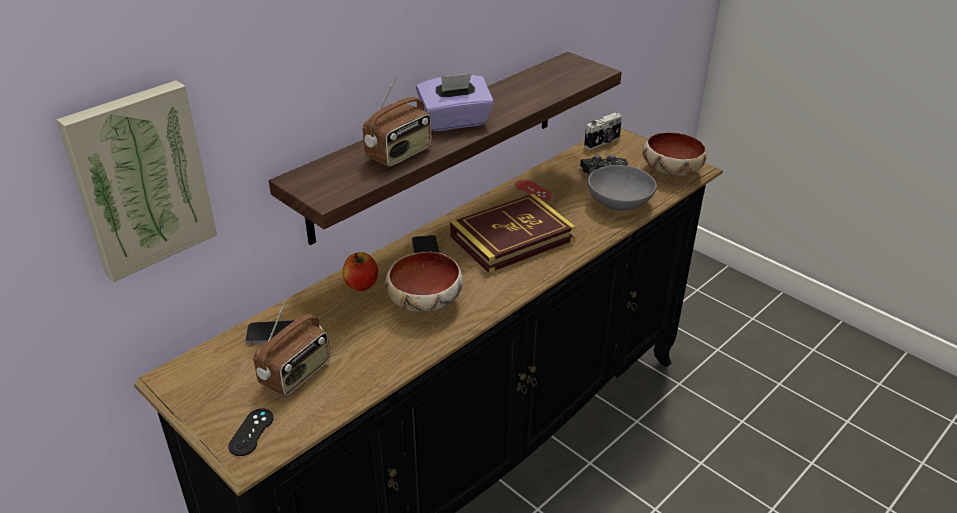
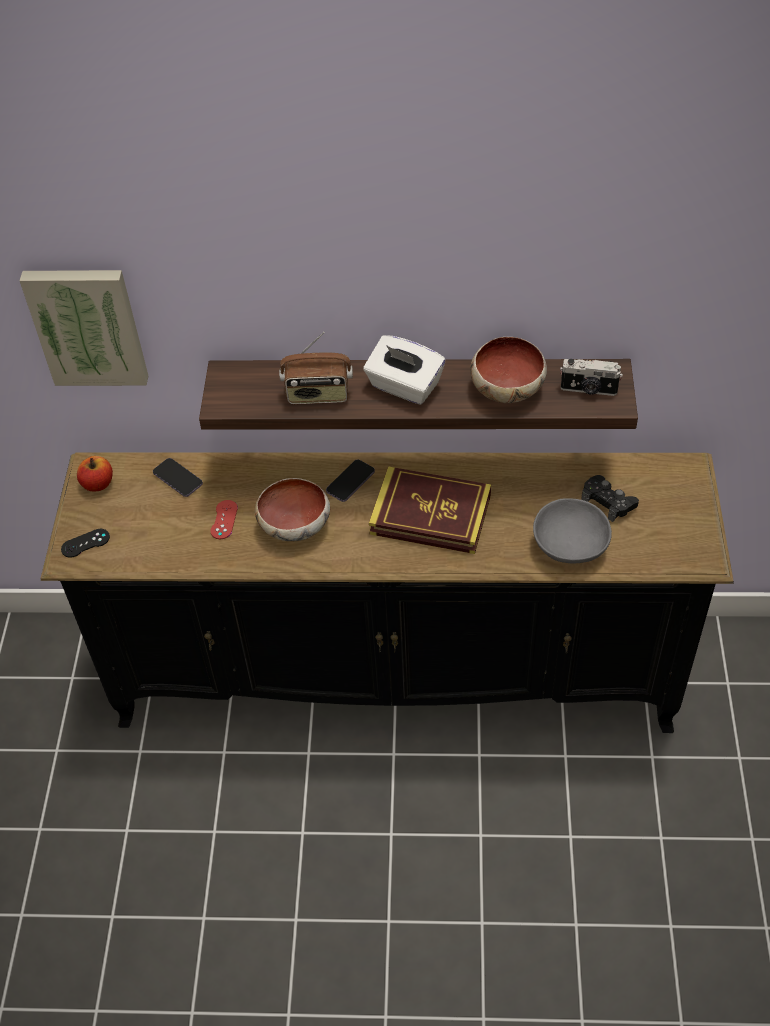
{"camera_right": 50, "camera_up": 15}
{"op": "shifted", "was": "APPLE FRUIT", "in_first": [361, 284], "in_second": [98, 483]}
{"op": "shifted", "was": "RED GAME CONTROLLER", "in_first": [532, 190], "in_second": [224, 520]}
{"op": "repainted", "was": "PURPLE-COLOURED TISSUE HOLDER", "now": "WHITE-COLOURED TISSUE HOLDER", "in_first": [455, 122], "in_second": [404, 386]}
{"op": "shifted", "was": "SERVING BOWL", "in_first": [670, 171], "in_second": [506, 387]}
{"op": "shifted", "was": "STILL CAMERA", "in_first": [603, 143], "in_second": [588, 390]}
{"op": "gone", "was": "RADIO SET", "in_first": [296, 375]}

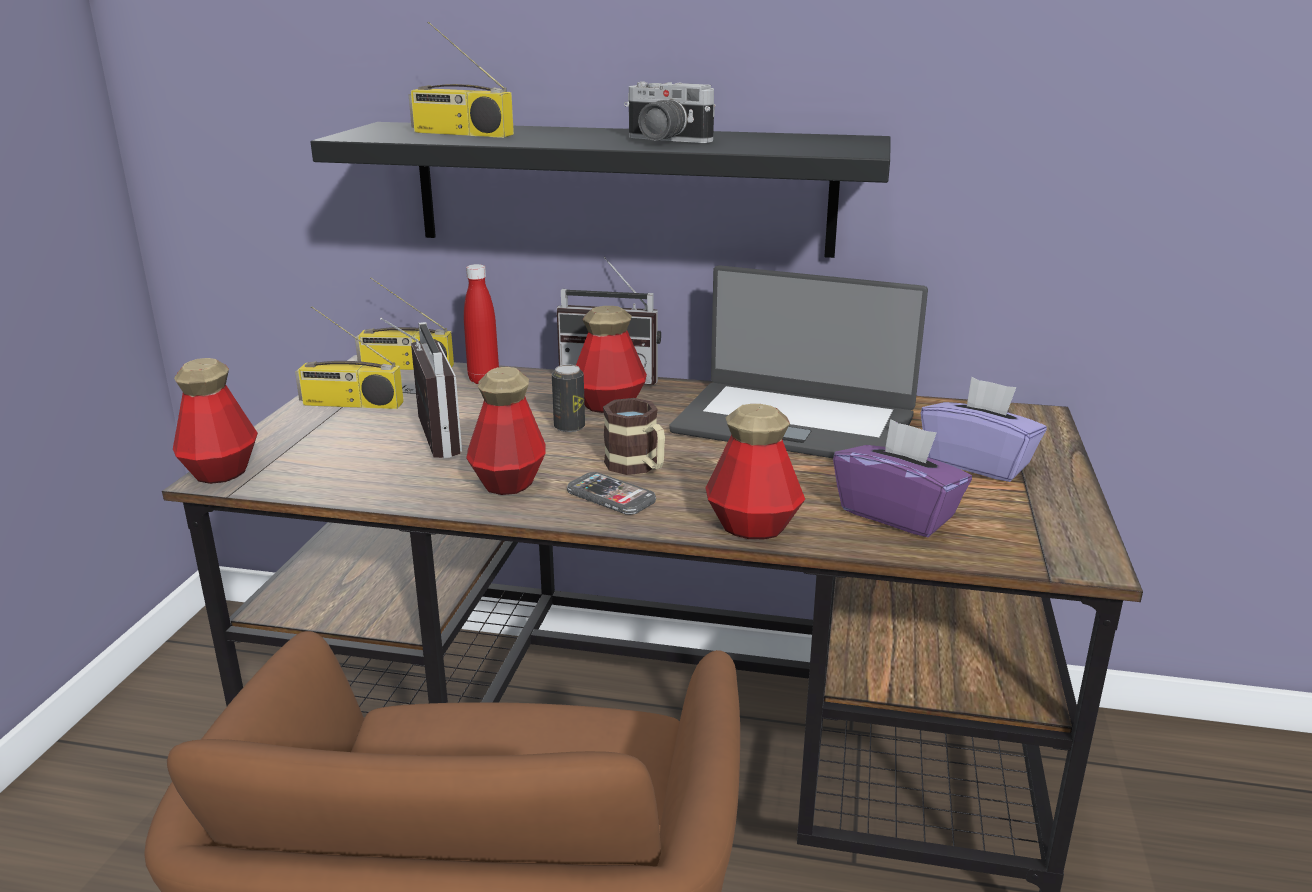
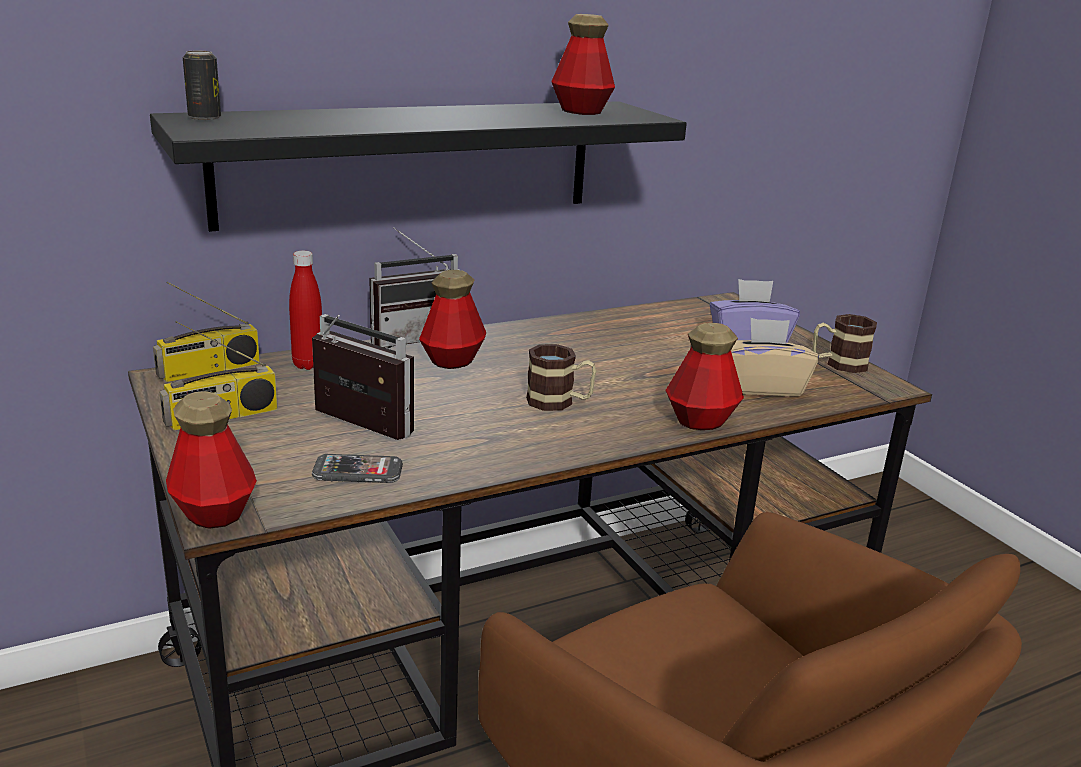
{"camera_right": -40, "camera_up": 0}
{"op": "shifted", "was": "CAN", "in_first": [569, 427], "in_second": [204, 118]}
{"op": "shifted", "was": "PHONE", "in_first": [611, 496], "in_second": [357, 472]}
{"op": "shifted", "was": "BEVERAGE BOTTLE", "in_first": [508, 482], "in_second": [581, 111]}
{"op": "repainted", "was": "PURPLE-COLOURED TISSUE HOLDER", "now": "BEIGE TISSUE HOLDER", "in_first": [897, 514], "in_second": [761, 386]}
{"op": "new", "now": "MUG", "in_second": [838, 364]}
{"op": "gone", "was": "RADIO SET", "in_first": [460, 134]}
{"op": "gone", "was": "STILL CAMERA", "in_first": [662, 141]}
{"op": "gone", "was": "PORTABLE COMPUTER", "in_first": [794, 423]}

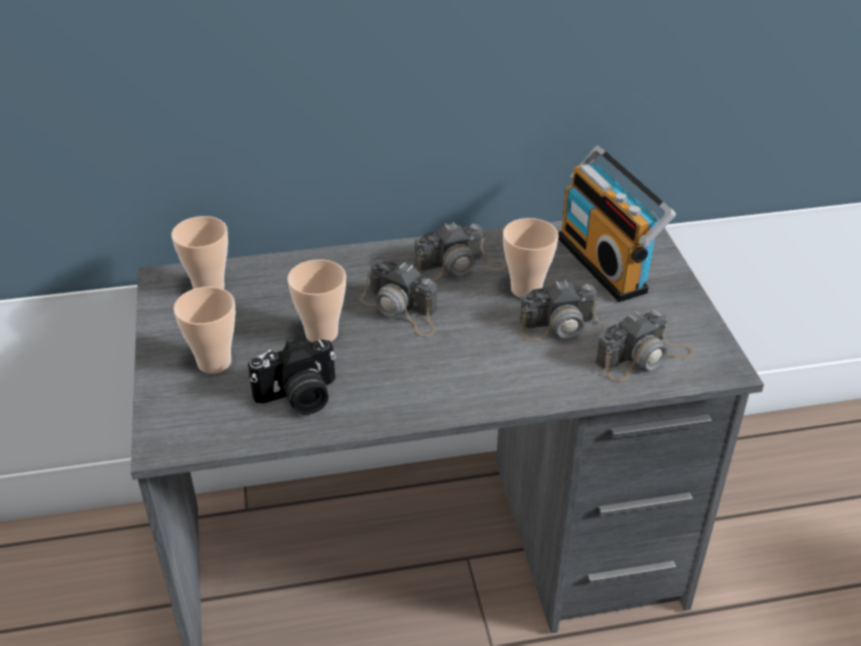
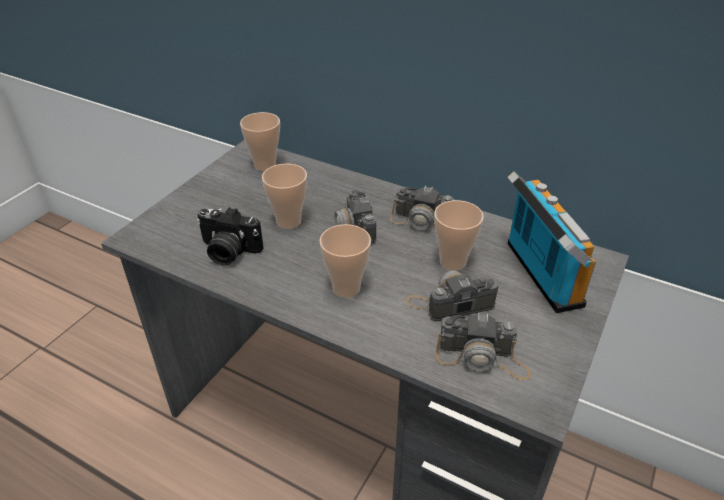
{"camera_right": 40, "camera_up": 0}
{"op": "shifted", "was": "CUP", "in_first": [214, 362], "in_second": [346, 288]}
{"op": "rotated", "was": "STILL CAMERA", "in_first": [567, 327], "in_second": [450, 303], "clockwise": 135}
{"op": "rotated", "was": "RADIO SET", "in_first": [606, 263], "in_second": [538, 274], "clockwise": 150}

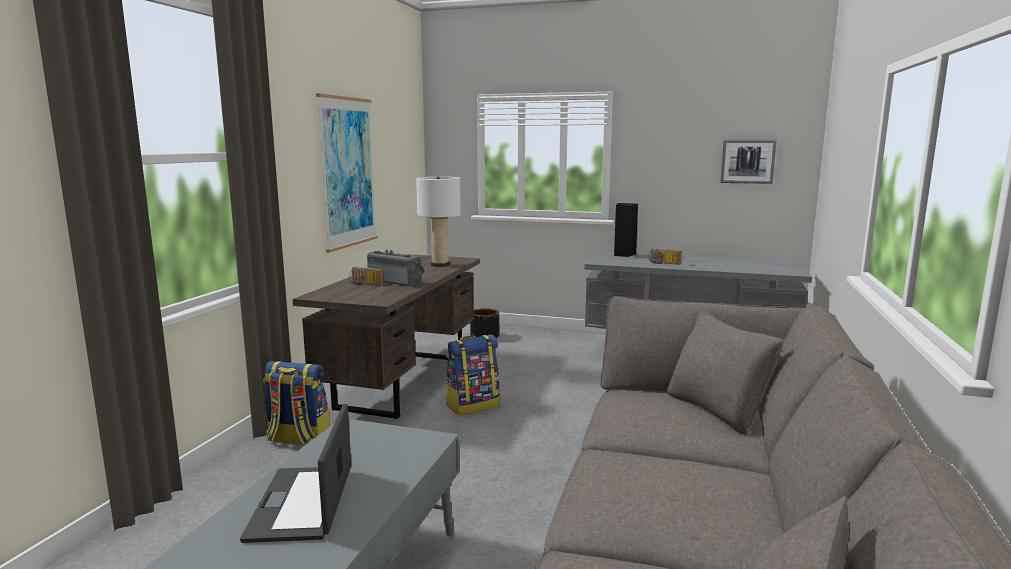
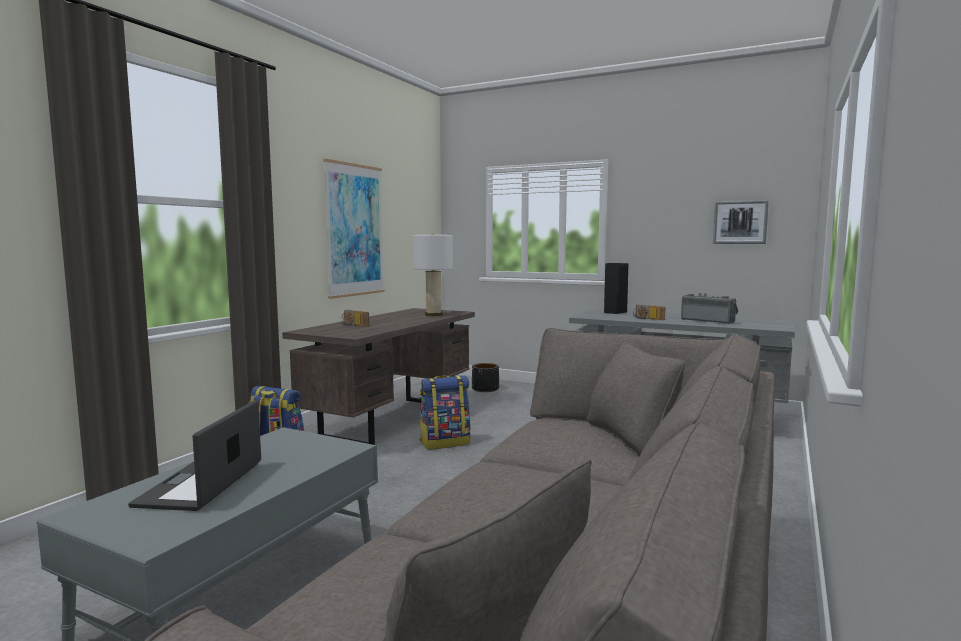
{"camera_right": 10, "camera_up": -5}
{"op": "shifted", "was": "RADIO SET", "in_first": [396, 281], "in_second": [708, 321]}

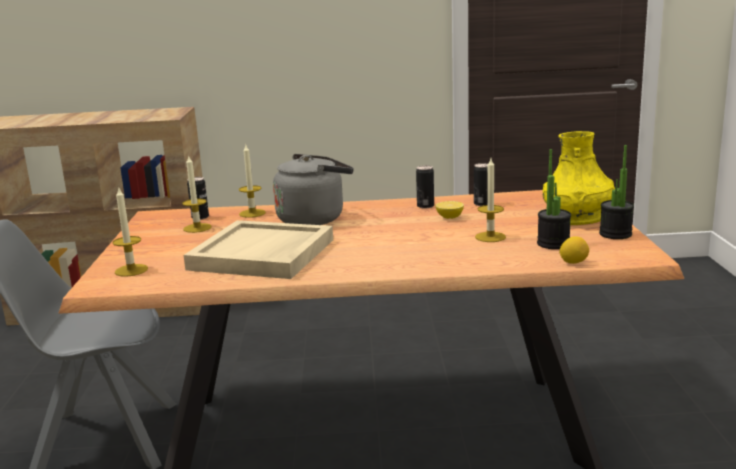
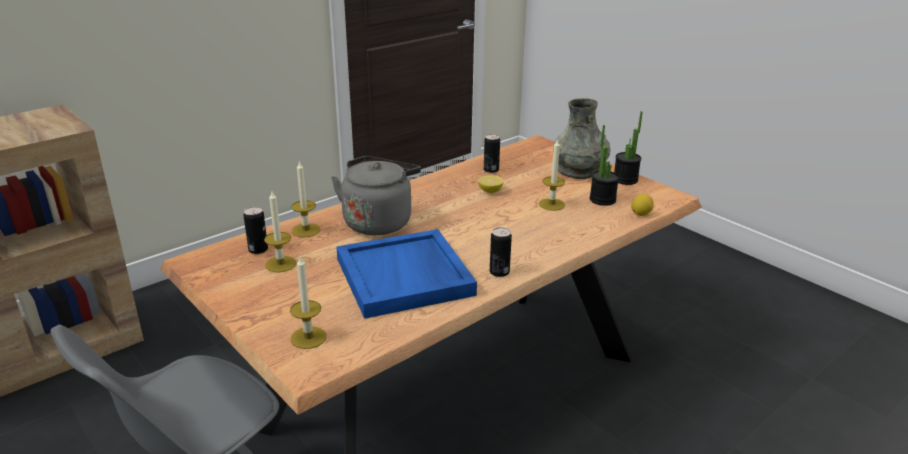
{"camera_right": -40, "camera_up": 10}
{"op": "repainted", "was": "BEIGE CARRYING TRAY", "now": "BLUISH CARRYING TRAY", "in_first": [263, 255], "in_second": [405, 277]}
{"op": "shifted", "was": "CAN", "in_first": [425, 206], "in_second": [499, 272]}
{"op": "repainted", "was": "YELLOW-COLOURED FLOWER VASE", "now": "GREYISH FLOWER VASE", "in_first": [577, 218], "in_second": [579, 169]}

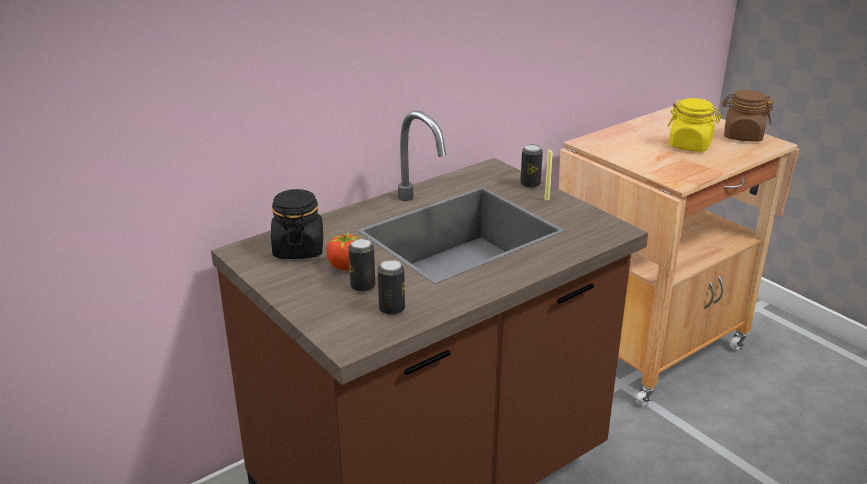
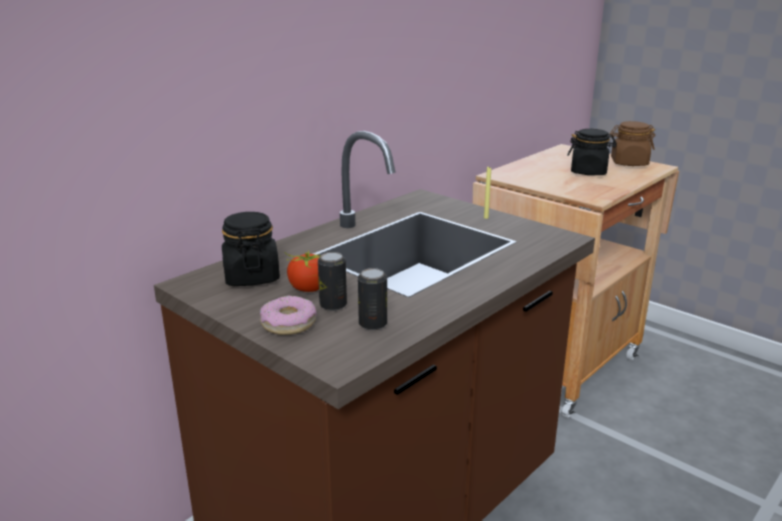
{"camera_right": -10, "camera_up": -5}
{"op": "new", "now": "DONUT", "in_second": [288, 323]}
{"op": "repainted", "was": "YELLOW-COLOURED JAR", "now": "BLACKISH JAR", "in_first": [690, 145], "in_second": [589, 172]}
{"op": "gone", "was": "CAN", "in_first": [530, 184]}

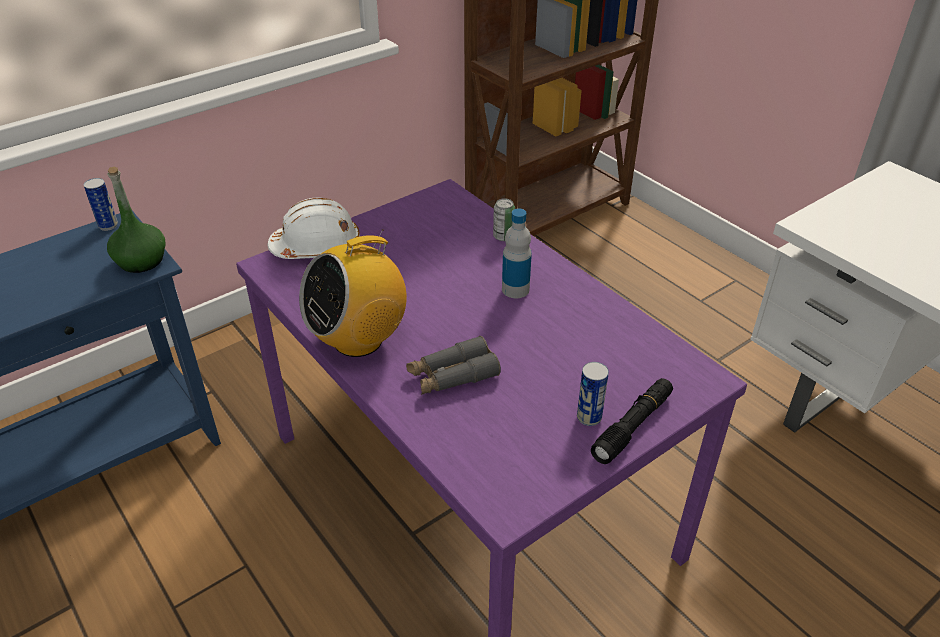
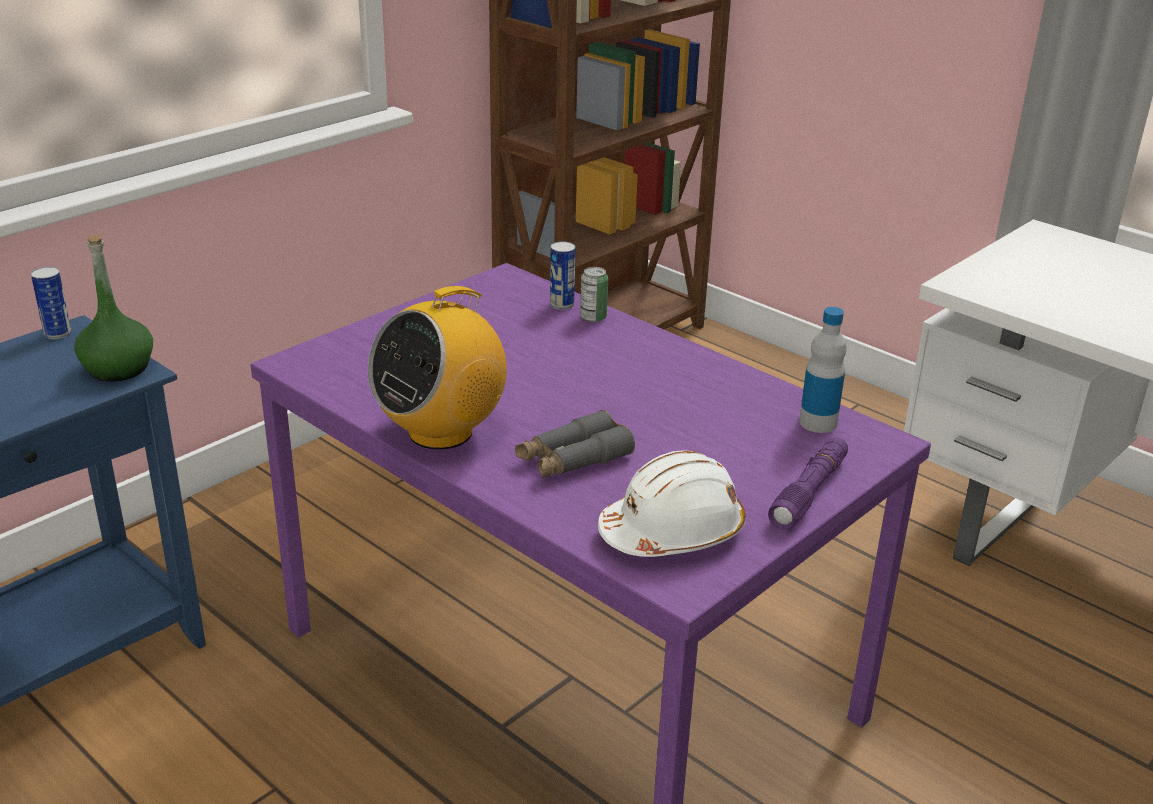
{"camera_right": -10, "camera_up": -10}
{"op": "shifted", "was": "CAN", "in_first": [589, 417], "in_second": [561, 305]}
{"op": "shifted", "was": "WHITE-COLOURED WORK HELMET", "in_first": [316, 246], "in_second": [673, 532]}
{"op": "repainted", "was": "BLACKISH FLASHLIGHT", "now": "PURPLE-COLOURED FLASHLIGHT", "in_first": [632, 426], "in_second": [809, 493]}
{"op": "shifted", "was": "BEVERAGE BOTTLE", "in_first": [515, 289], "in_second": [818, 423]}

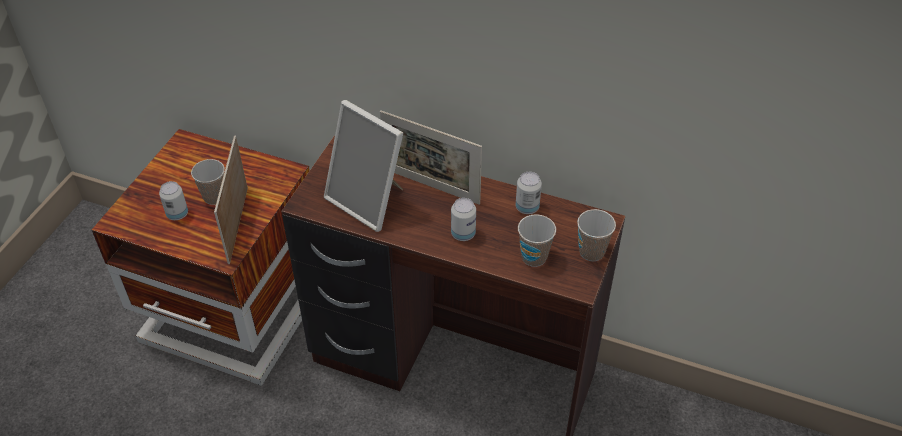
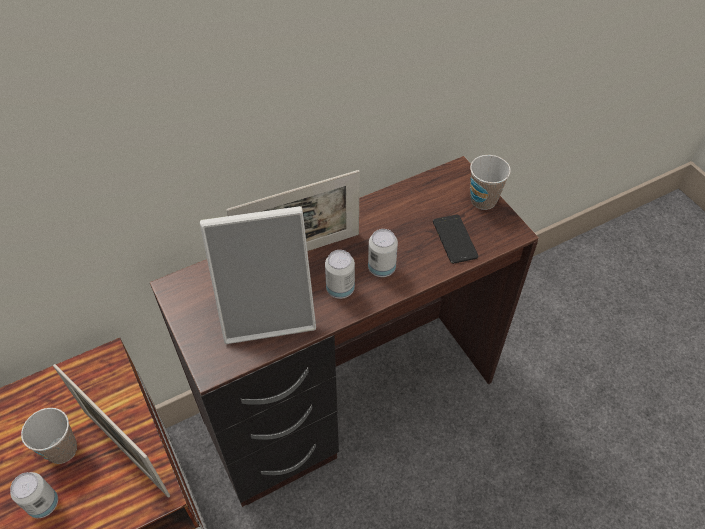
{"camera_right": -50, "camera_up": 5}
{"op": "shifted", "was": "CAN", "in_first": [527, 207], "in_second": [340, 289]}
{"op": "swapped", "was": "CUP", "now": "PHONE", "in_first": [534, 257], "in_second": [454, 239]}

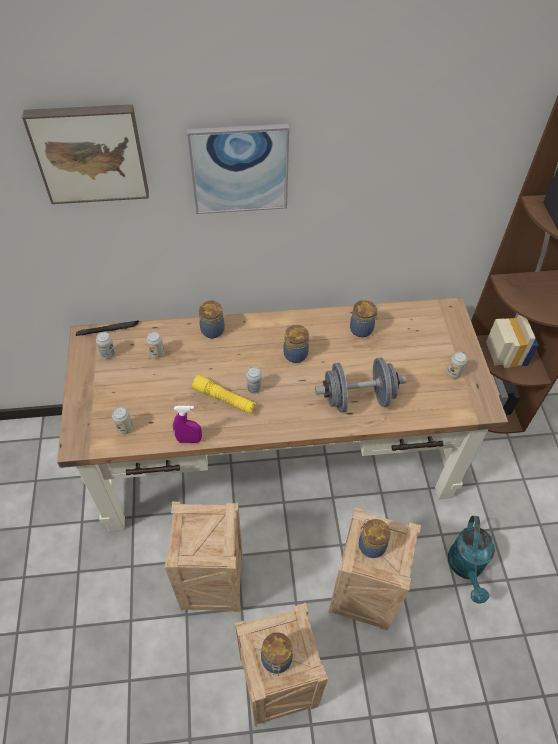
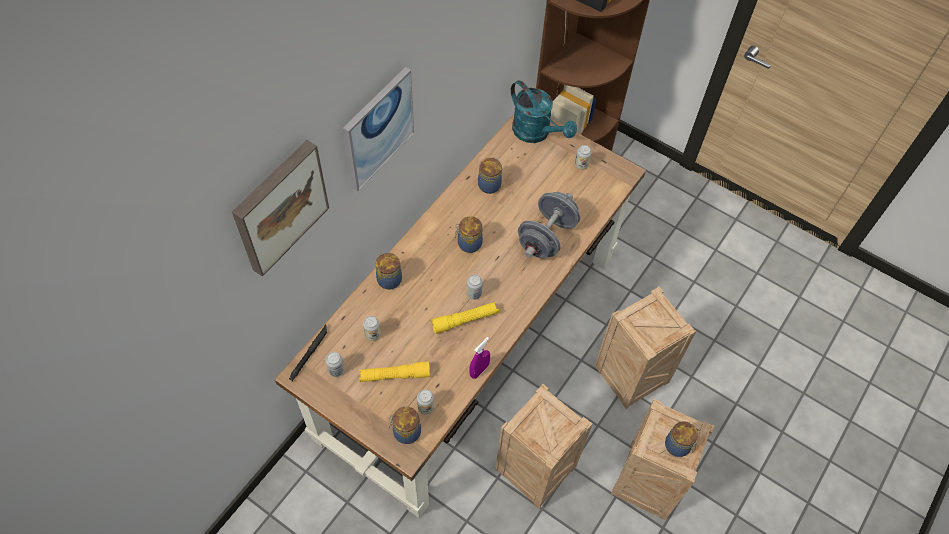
{"camera_right": -50, "camera_up": 5}
{"op": "new", "now": "YELLOW-COLOURED FLASHLIGHT", "in_second": [395, 375]}
{"op": "shifted", "was": "JAR", "in_first": [371, 544], "in_second": [405, 432]}
{"op": "shifted", "was": "TURQUOISE-COLOURED SPRINKLING CAN", "in_first": [466, 568], "in_second": [536, 133]}

